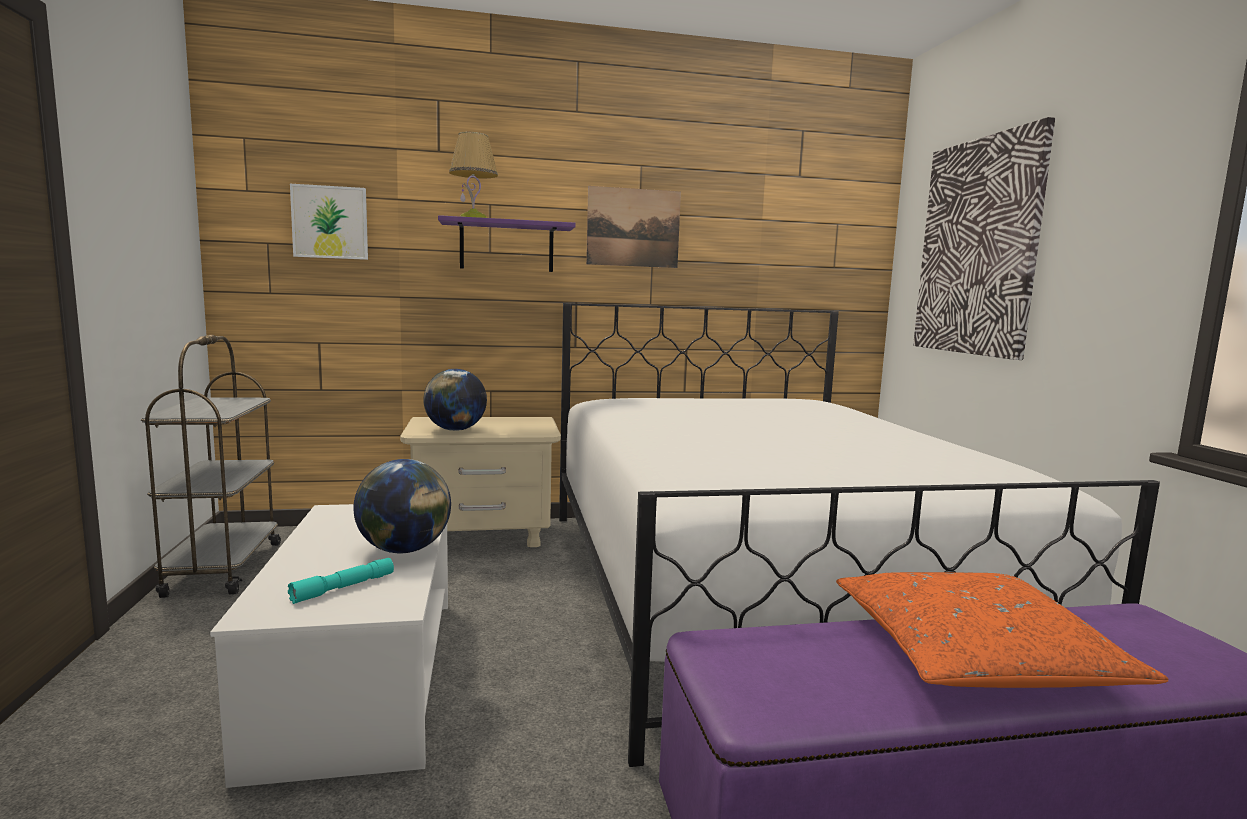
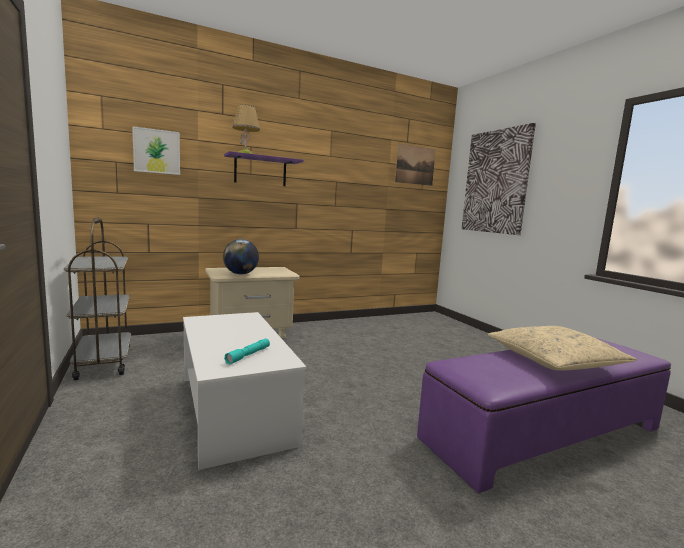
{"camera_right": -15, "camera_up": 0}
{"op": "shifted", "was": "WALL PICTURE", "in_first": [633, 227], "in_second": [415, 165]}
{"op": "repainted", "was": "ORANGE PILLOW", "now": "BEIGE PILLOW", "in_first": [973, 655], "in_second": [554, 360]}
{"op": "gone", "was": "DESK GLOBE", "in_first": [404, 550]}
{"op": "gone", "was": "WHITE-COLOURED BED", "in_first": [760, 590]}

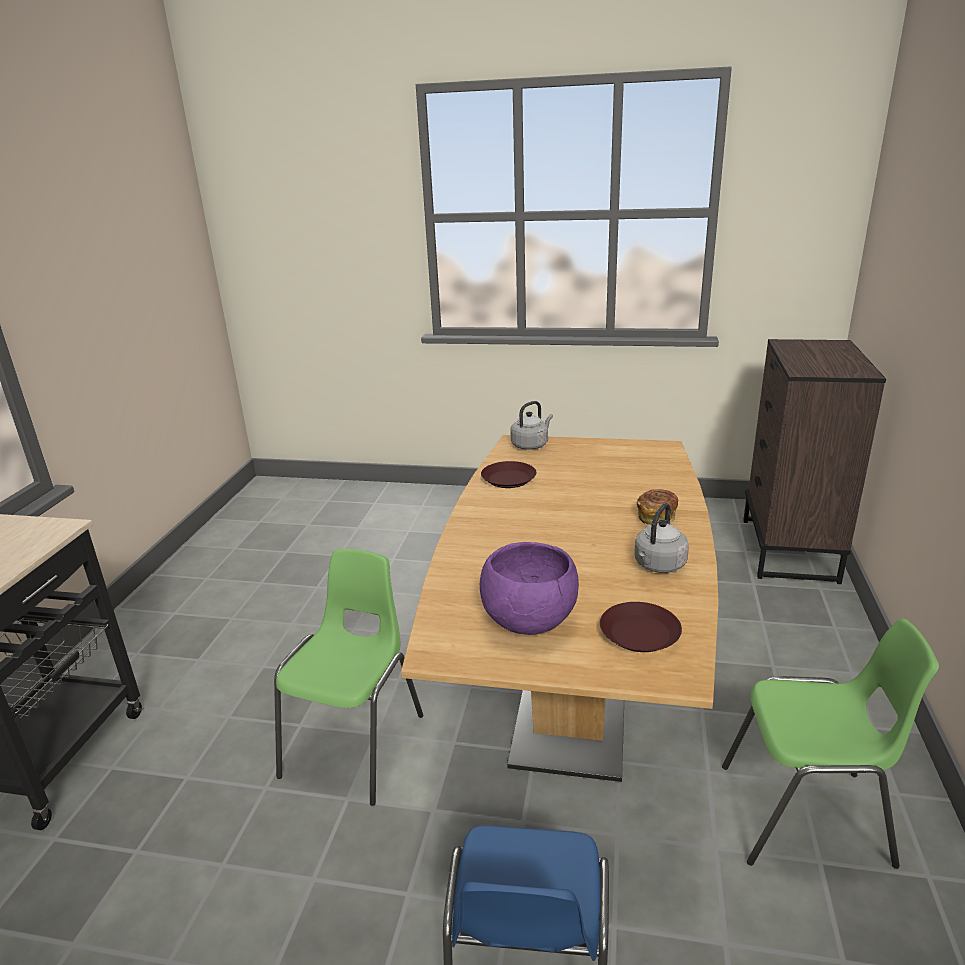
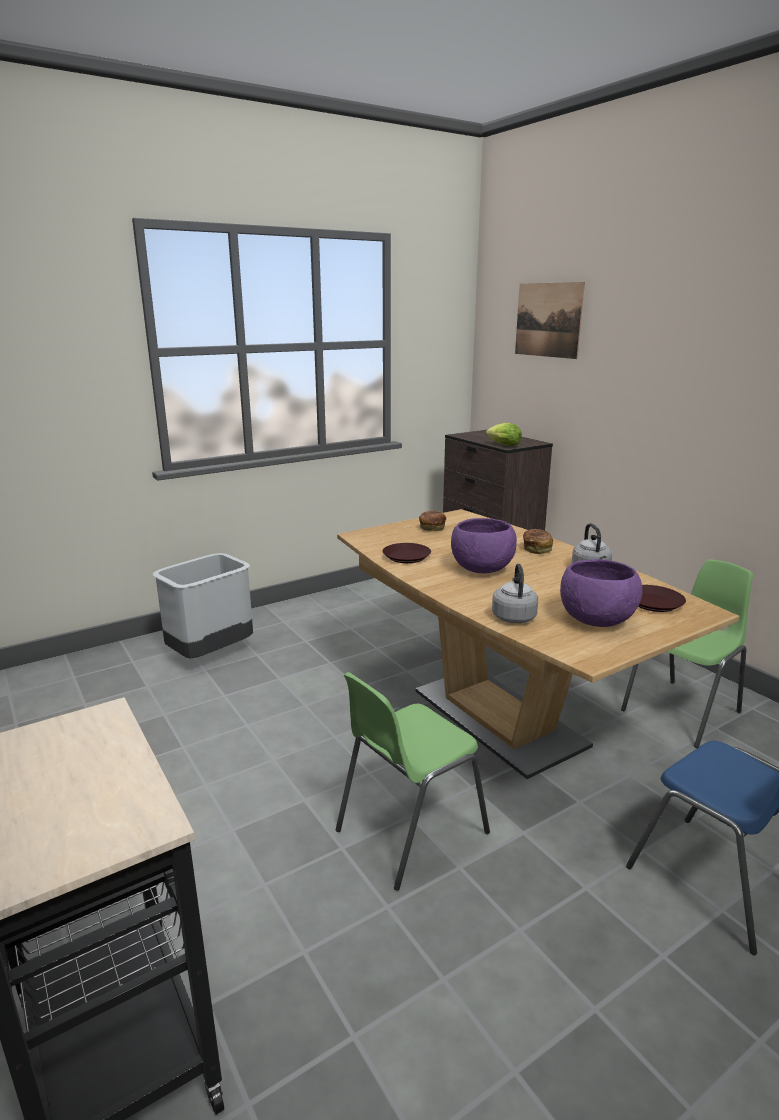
{"camera_right": -45, "camera_up": -5}
{"op": "new", "now": "GREYISH WASTE BIN", "in_second": [211, 653]}
{"op": "rotated", "was": "GREEN-COLOURED CHAIR", "in_first": [356, 745], "in_second": [409, 831], "clockwise": -105}
{"op": "new", "now": "BREAD", "in_second": [431, 528]}
{"op": "new", "now": "PURPLE-COLOURED SERVING BOWL", "in_second": [482, 569]}
{"op": "new", "now": "LETTUCE HEAD", "in_second": [502, 445]}
{"op": "shifted", "was": "GREYISH KETTLE", "in_first": [531, 445], "in_second": [513, 616]}
{"op": "new", "now": "WALL PICTURE", "in_second": [548, 320]}

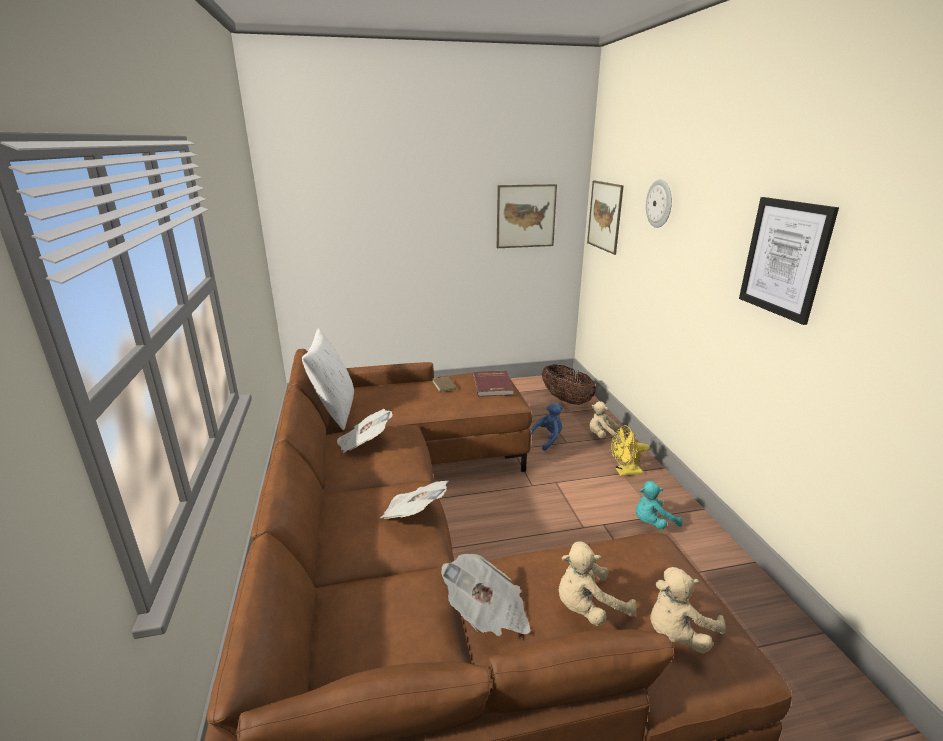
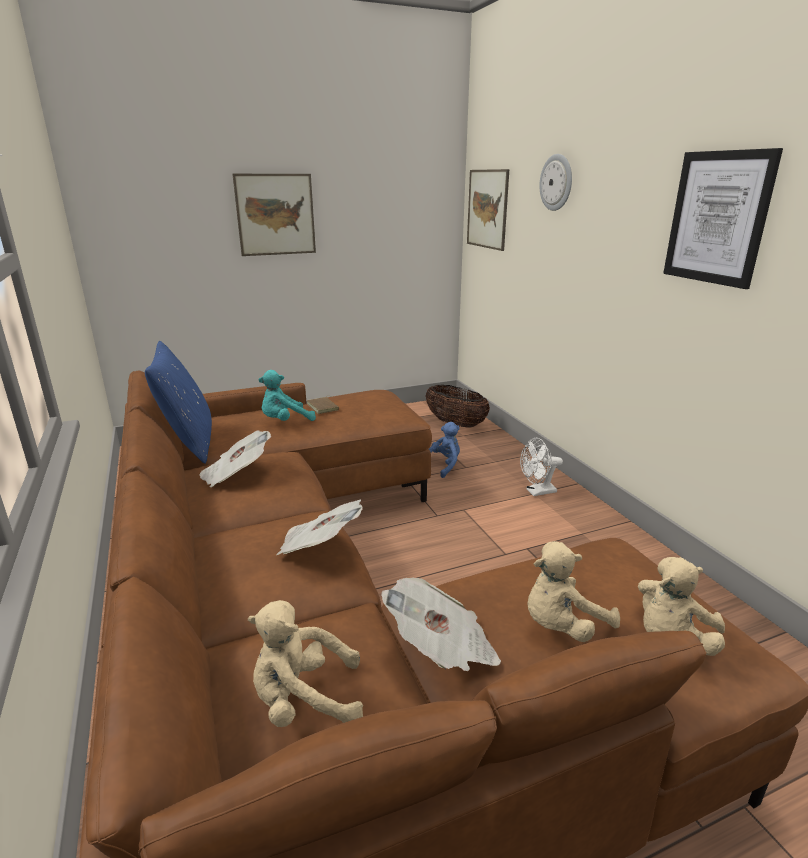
{"camera_right": -10, "camera_up": 0}
{"op": "repainted", "was": "WHITE-COLOURED PILLOW", "now": "BLUISH PILLOW", "in_first": [335, 411], "in_second": [189, 443]}
{"op": "shifted", "was": "WALL PICTURE", "in_first": [526, 216], "in_second": [275, 215]}
{"op": "shifted", "was": "BEIGE PLUSH TOY", "in_first": [603, 437], "in_second": [304, 700]}
{"op": "shifted", "was": "TURQUOISE-COLOURED PLUSH TOY", "in_first": [652, 523], "in_second": [285, 421]}
{"op": "repainted", "was": "YELLOW-COLOURED ELECTRIC FAN", "now": "WHITE-COLOURED ELECTRIC FAN", "in_first": [624, 472], "in_second": [537, 492]}
{"op": "gone", "was": "RED BOOK", "in_first": [493, 385]}

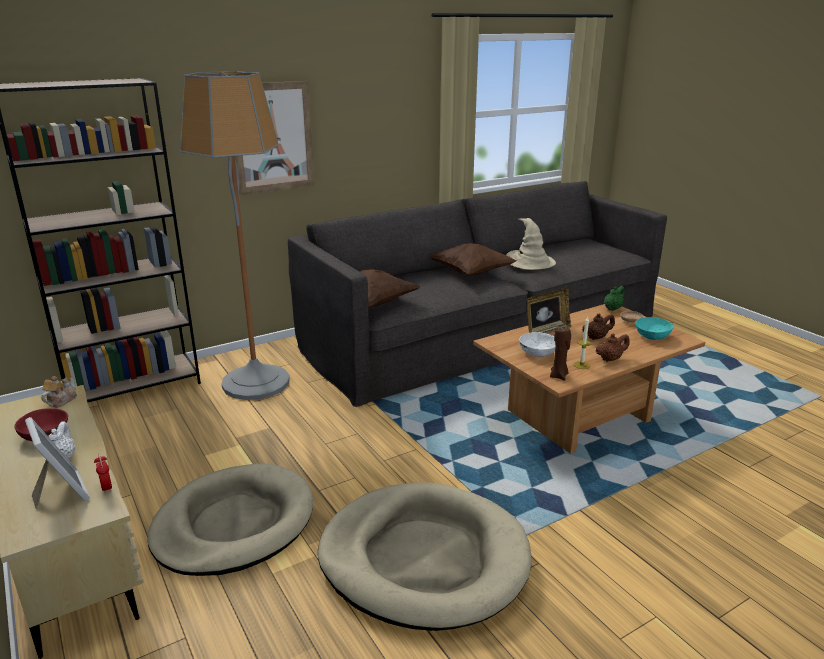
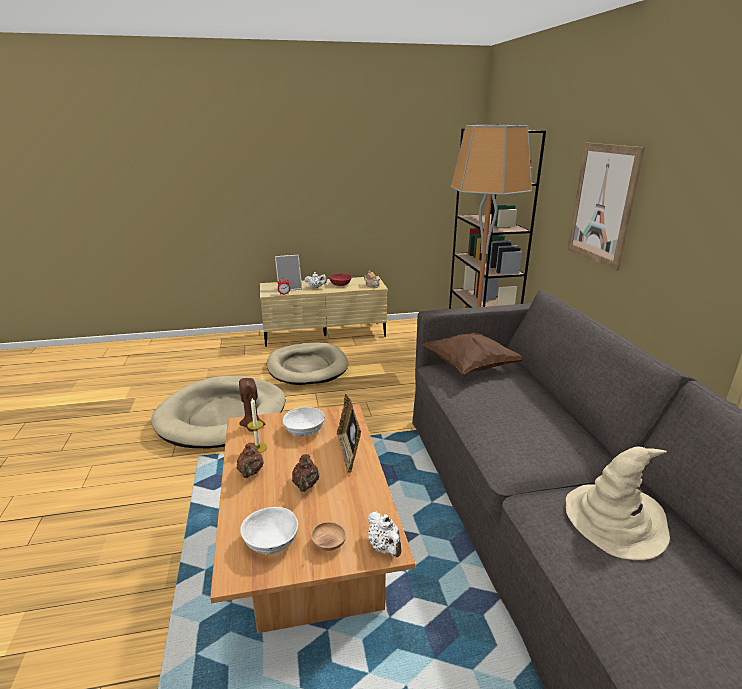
{"camera_right": 110, "camera_up": 0}
{"op": "repainted", "was": "TURQUOISE-COLOURED SERVING BOWL", "now": "WHITE-COLOURED SERVING BOWL", "in_first": [652, 336], "in_second": [271, 542]}
{"op": "repainted", "was": "GREEN-COLOURED TEA POT", "now": "WHITE-COLOURED TEA POT", "in_first": [612, 308], "in_second": [385, 548]}
{"op": "gone", "was": "BROWN PILLOW", "in_first": [471, 273]}

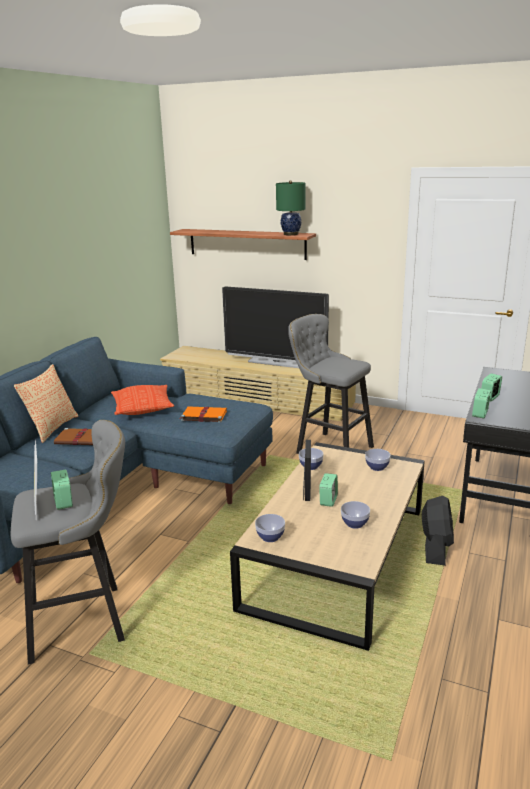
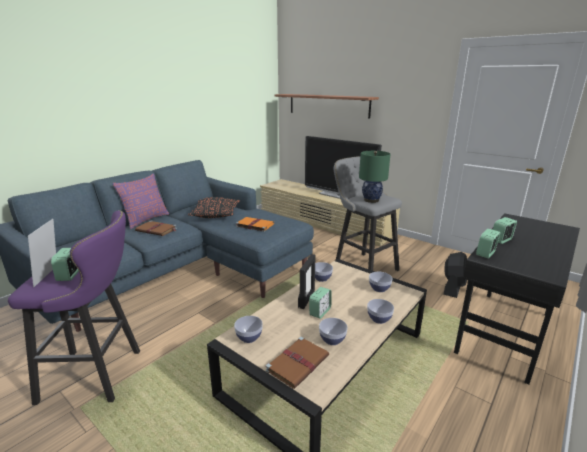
{"camera_right": 15, "camera_up": 0}
{"op": "repainted", "was": "GREYISH SITTING STOOL", "now": "PURPLE-COLOURED SITTING STOOL", "in_first": [90, 619], "in_second": [102, 375]}
{"op": "repainted", "was": "BEIGE PILLOW", "now": "PURPLE-COLOURED PILLOW", "in_first": [53, 428], "in_second": [146, 220]}
{"op": "repainted", "was": "ORANGE PILLOW", "now": "BLACKISH PILLOW", "in_first": [143, 409], "in_second": [216, 215]}
{"op": "new", "now": "BROWN BOOK", "in_second": [298, 363]}
{"op": "shifted", "was": "GREEN-COLOURED LAMP FOR A TABLE", "in_first": [291, 234], "in_second": [371, 200]}
{"op": "new", "now": "SERVING BOWL", "in_second": [379, 319]}
{"op": "shifted", "was": "BLACKISH ELECTRIC FAN", "in_first": [435, 548], "in_second": [453, 287]}

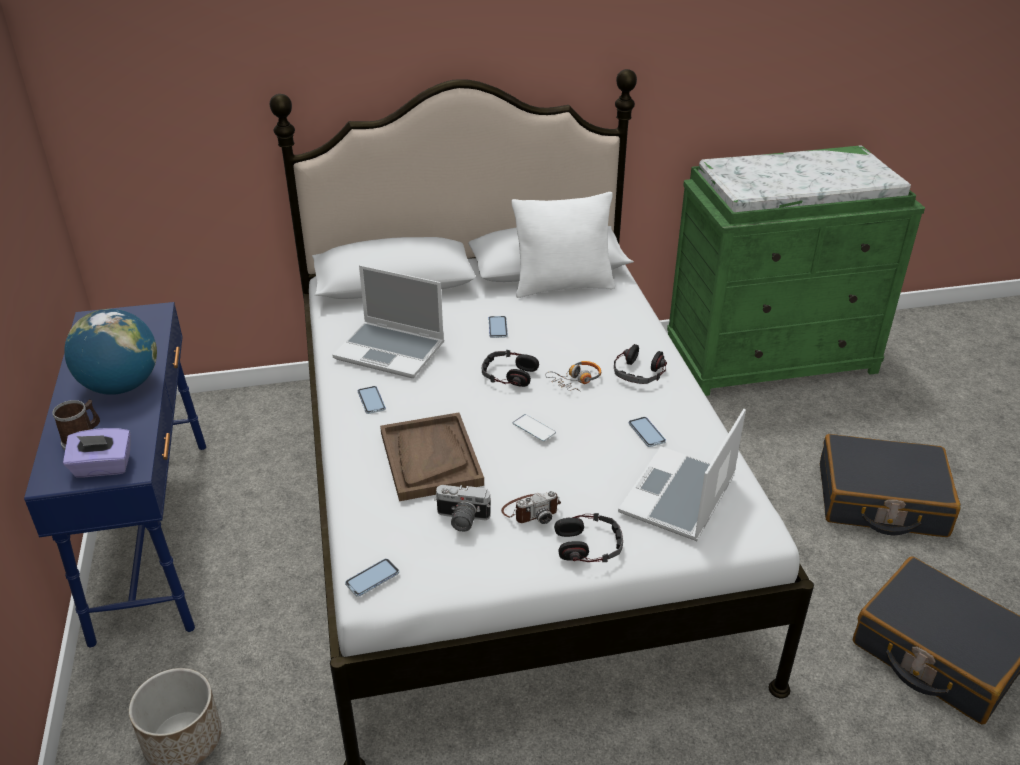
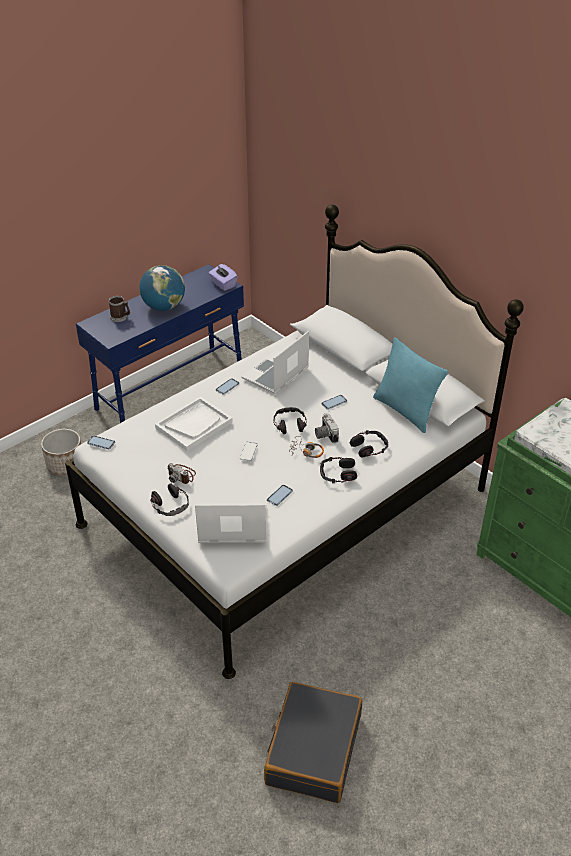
{"camera_right": 60, "camera_up": 5}
{"op": "repainted", "was": "BROWN CARRYING TRAY", "now": "WHITE-COLOURED CARRYING TRAY", "in_first": [430, 458], "in_second": [194, 425]}
{"op": "shifted", "was": "PURPLE-COLOURED TISSUE HOLDER", "in_first": [103, 467], "in_second": [223, 284]}
{"op": "rotated", "was": "PORTABLE COMPUTER", "in_first": [391, 351], "in_second": [275, 374], "clockwise": 45}
{"op": "shifted", "was": "STILL CAMERA", "in_first": [461, 520], "in_second": [325, 435]}
{"op": "new", "now": "HEADSET", "in_second": [369, 447]}
{"op": "repainted", "was": "WHITE-COLOURED PILLOW", "now": "TURQUOISE-COLOURED PILLOW", "in_first": [563, 286], "in_second": [405, 411]}
{"op": "gone", "was": "BLACKISH TRAVEL CASE", "in_first": [881, 500]}

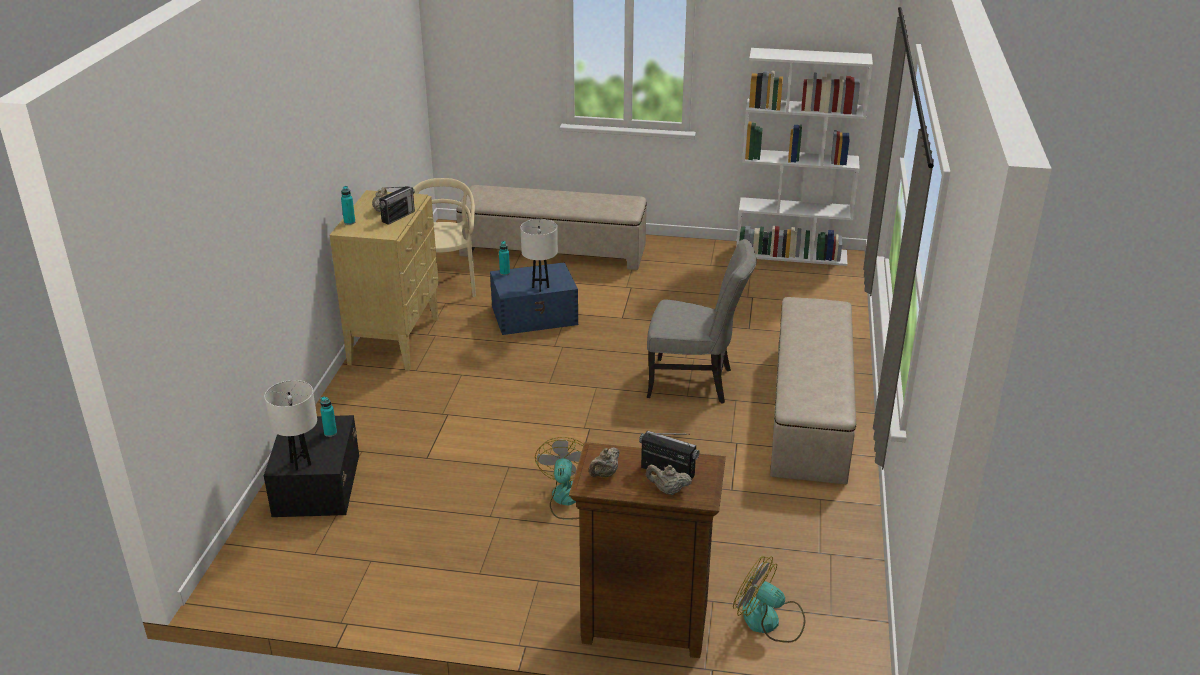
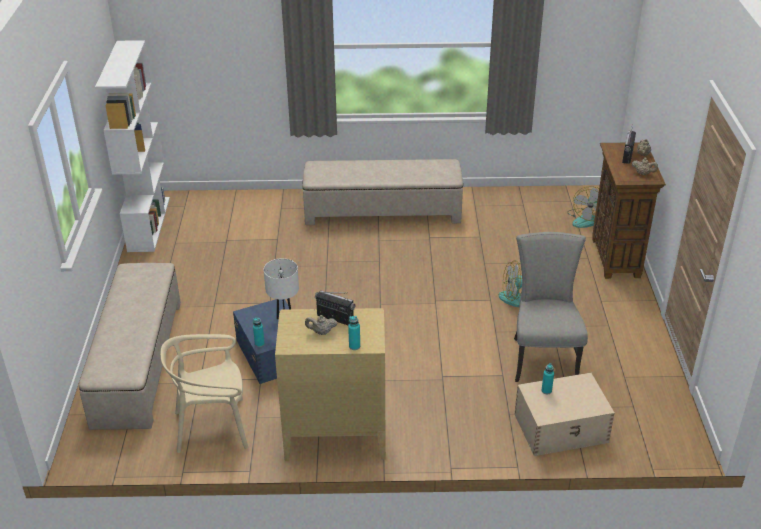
{"camera_right": -100, "camera_up": 5}
{"op": "shifted", "was": "GREYISH CHAIR", "in_first": [696, 382], "in_second": [543, 356]}
{"op": "repainted", "was": "BLACKISH STORAGE BOX", "now": "BEIGE STORAGE BOX", "in_first": [316, 485], "in_second": [562, 428]}
{"op": "gone", "was": "WHITE-COLOURED LAMP FOR A TABLE", "in_first": [300, 463]}

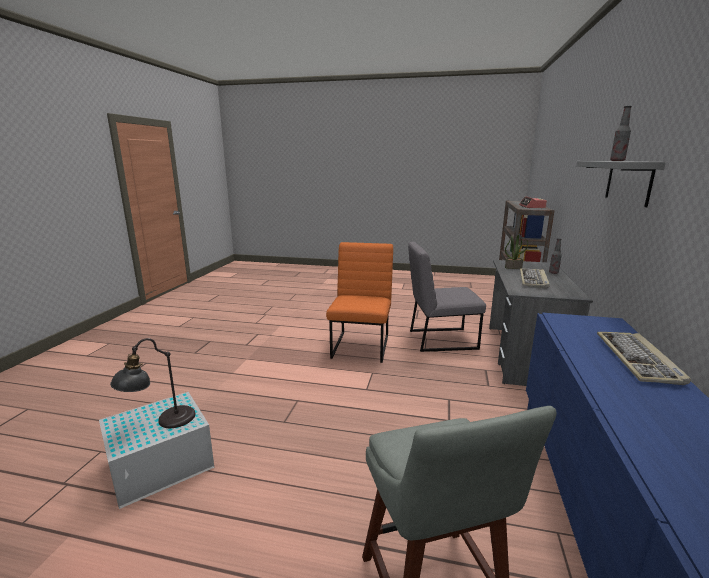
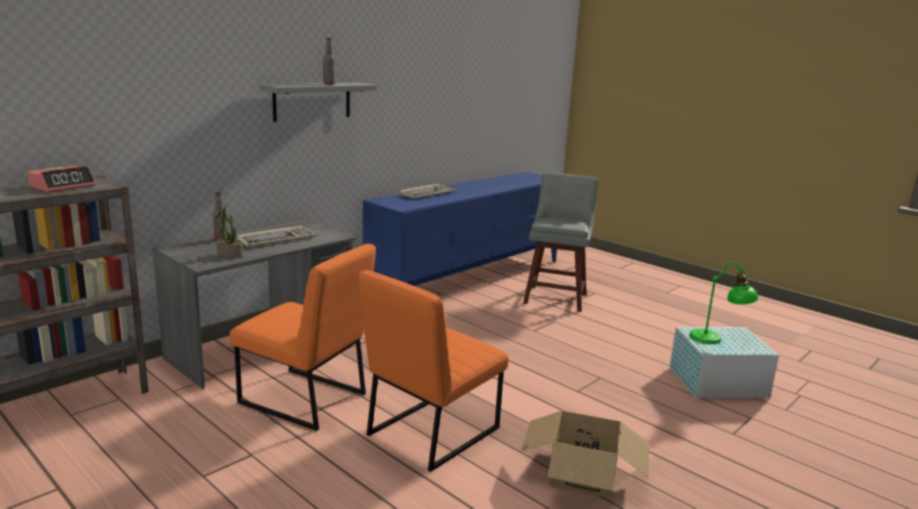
{"camera_right": -150, "camera_up": 0}
{"op": "repainted", "was": "GREYISH CHAIR", "now": "ORANGE CHAIR", "in_first": [440, 339], "in_second": [305, 399]}
{"op": "new", "now": "PACKING BOX", "in_second": [582, 473]}
{"op": "repainted", "was": "GREYISH LAMP FOR A TABLE", "now": "GREEN-COLOURED LAMP FOR A TABLE", "in_first": [160, 422], "in_second": [718, 337]}

